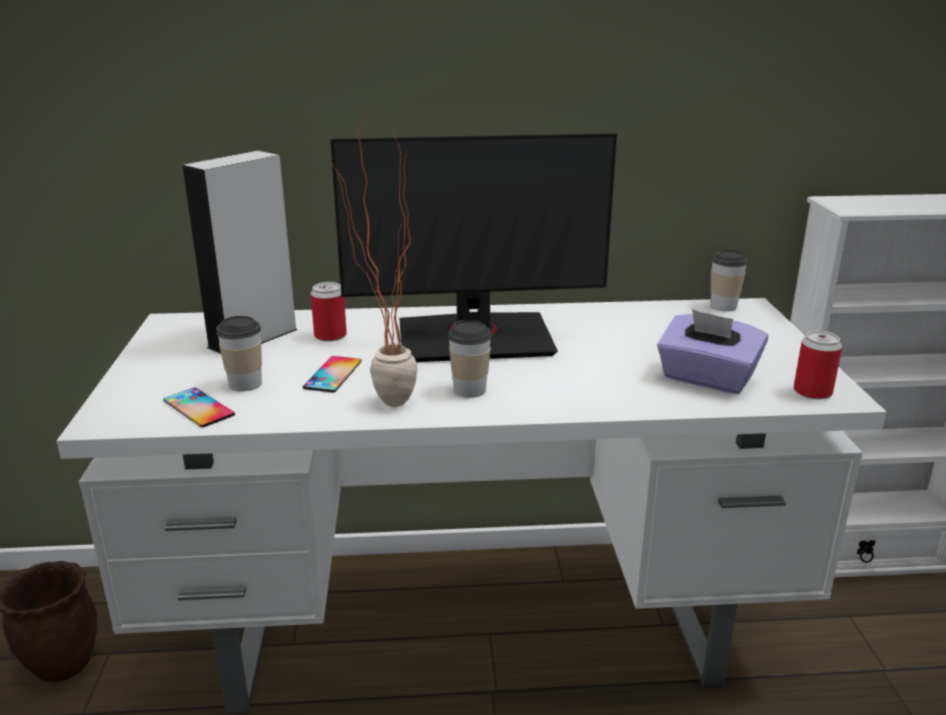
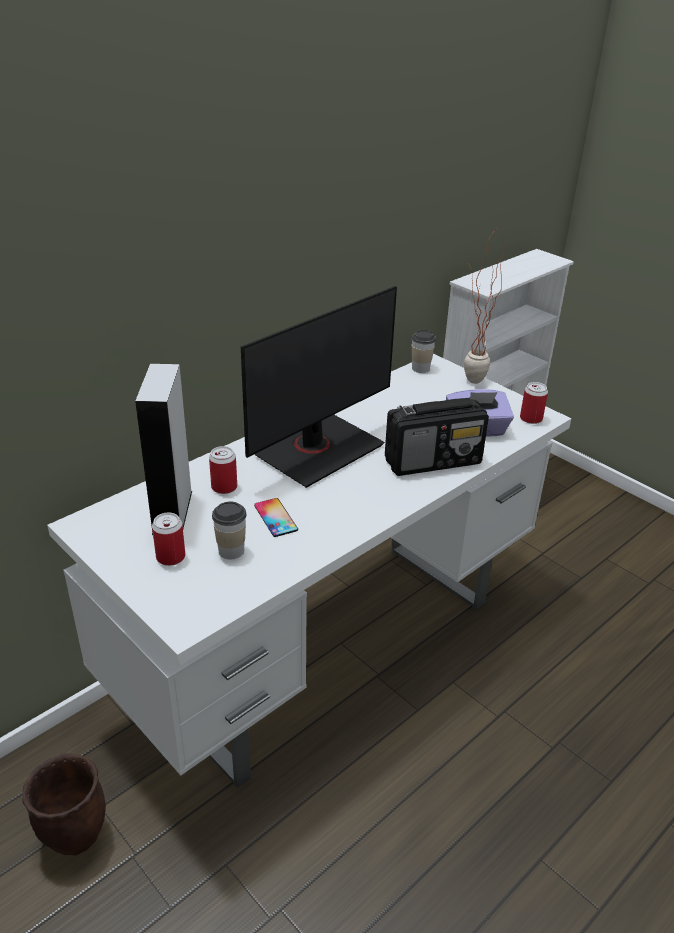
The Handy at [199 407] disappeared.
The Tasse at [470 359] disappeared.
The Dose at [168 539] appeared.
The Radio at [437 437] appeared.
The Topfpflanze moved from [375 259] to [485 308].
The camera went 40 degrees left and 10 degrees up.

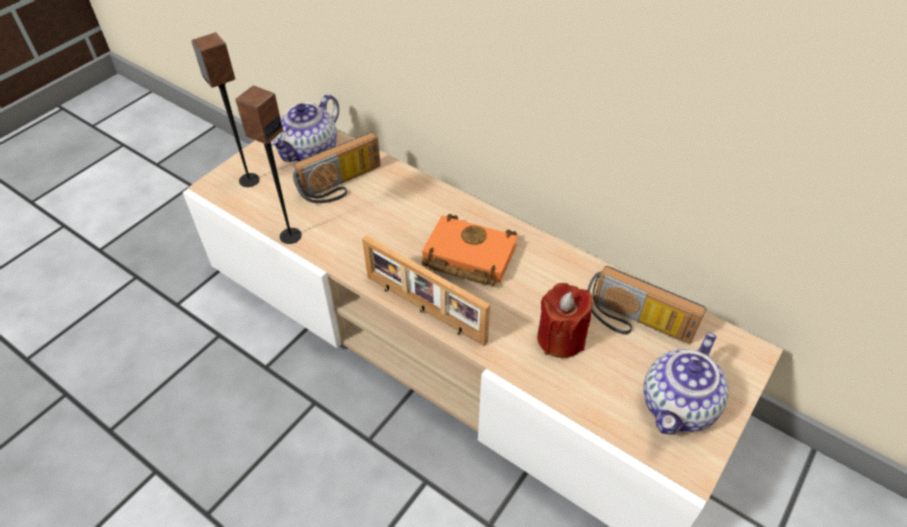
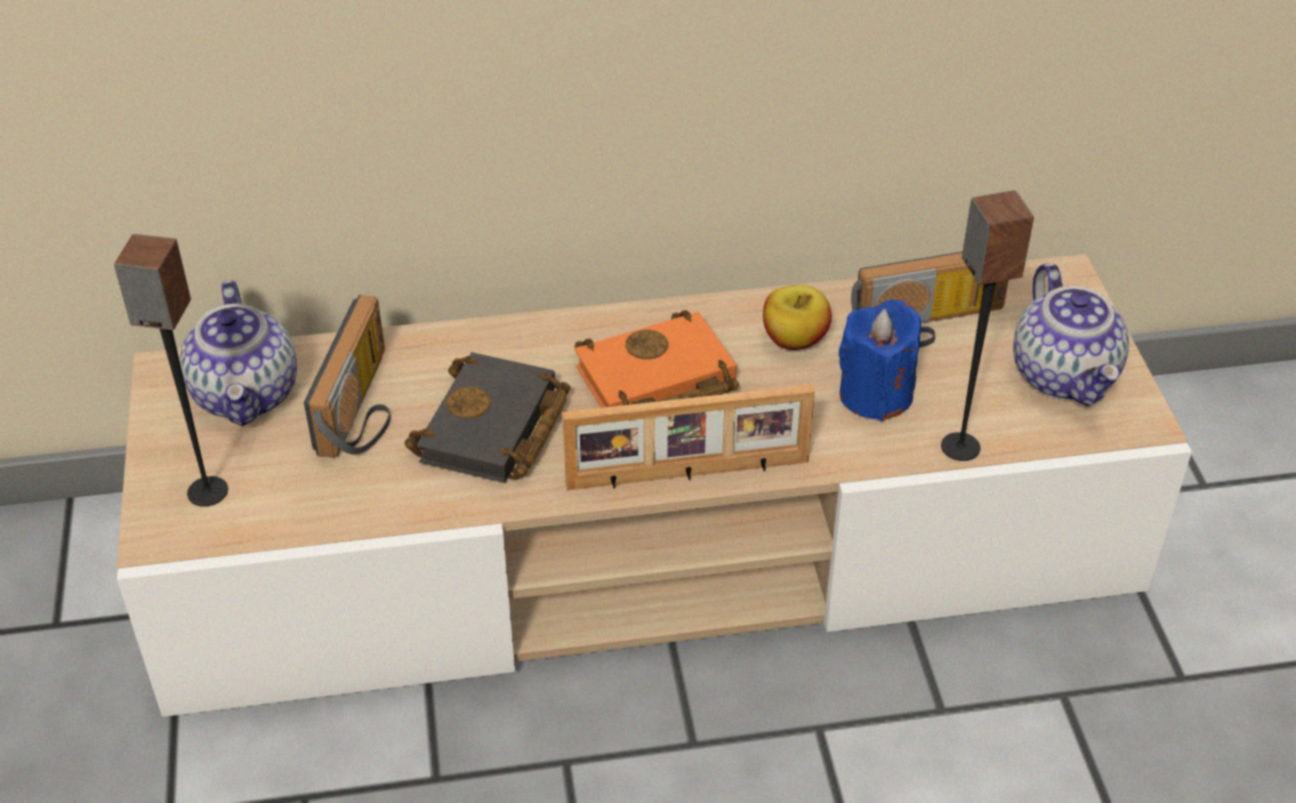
The Buch (schwarz) at [487 417] appeared.
The Apfel at [797 317] appeared.
The Lautsprecher moved from [268 165] to [987 325].
The Kerze (rot) at [565 320] became the Kerze (blau) at [880 360].
The camera went 45 degrees left and 5 degrees down.

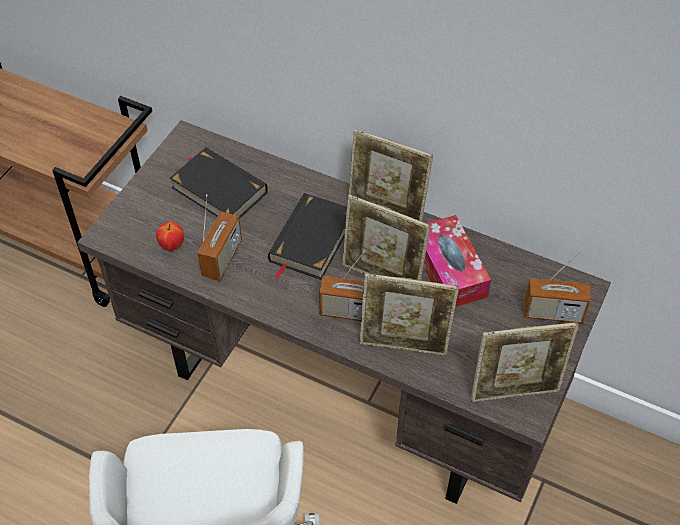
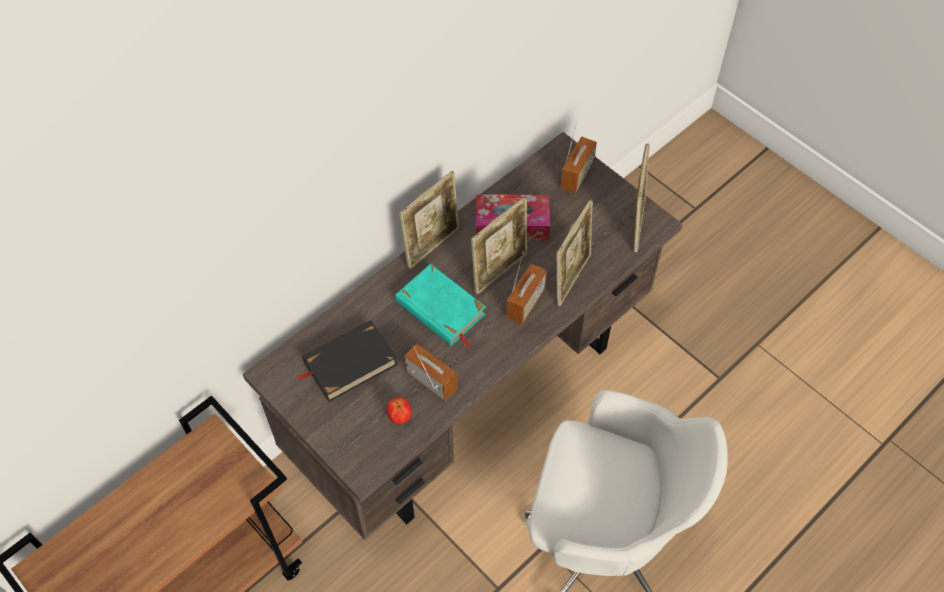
The Buch (schwarz) at [307 236] became the Buch (türkis) at [440 306].
The camera went 70 degrees left and 5 degrees up.

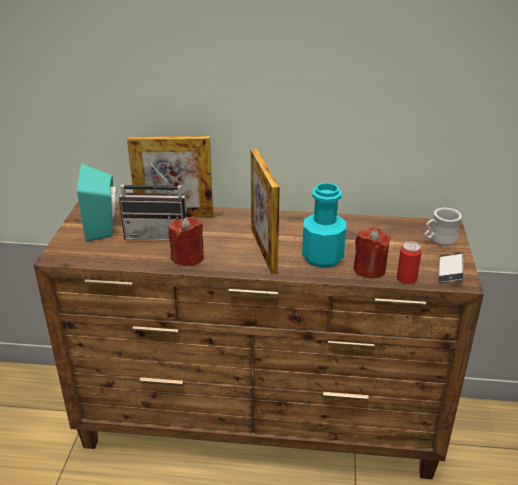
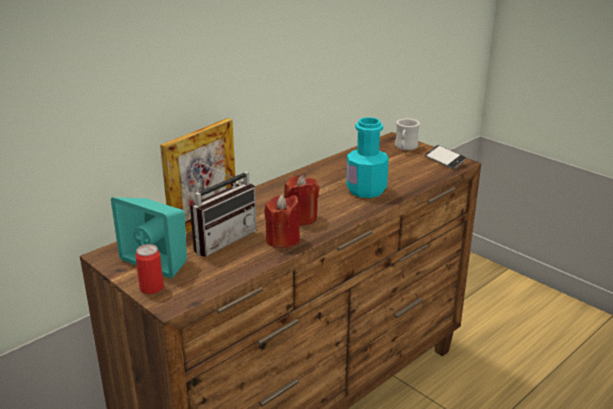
The Bilderrahmen at [265 211] disappeared.
The Kerze (rot) moved from [372 252] to [301 200].
The Dose moved from [409 262] to [150 269].
The camera went 50 degrees left and 5 degrees down.

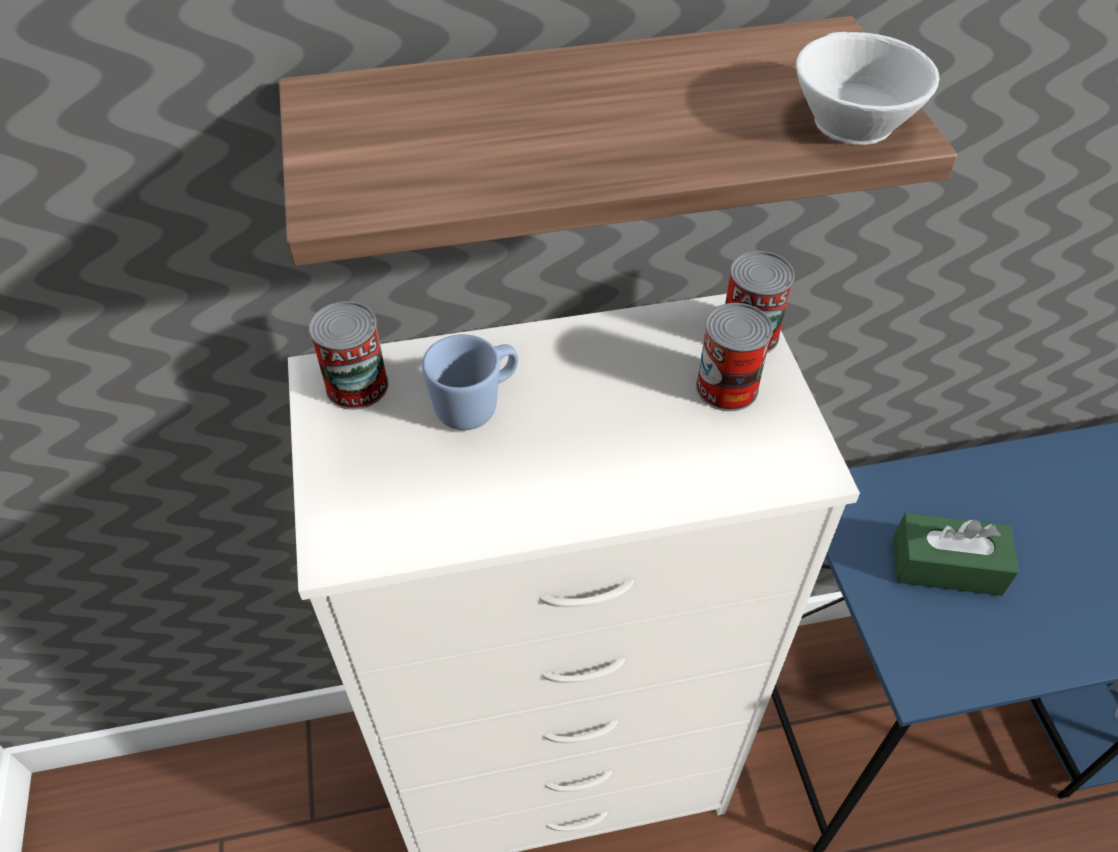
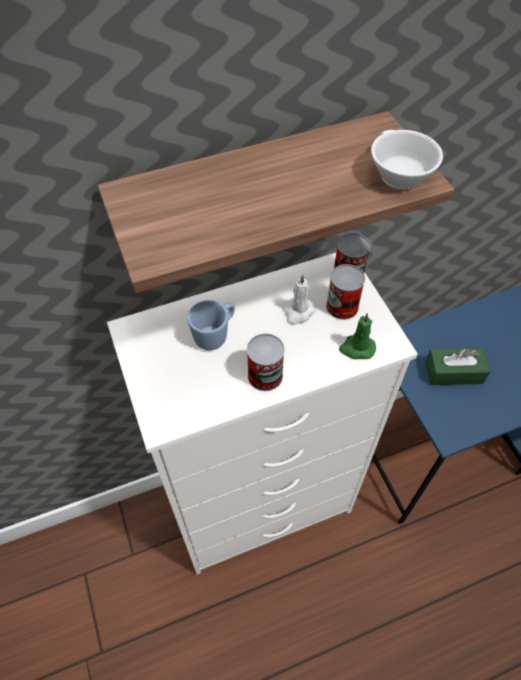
The Kerze (weiß) at [300 299] appeared.
The Kerze (grün) at [357 336] appeared.
The Dose moved from [348 355] to [266 362].
The camera went 10 degrees left and 5 degrees up.

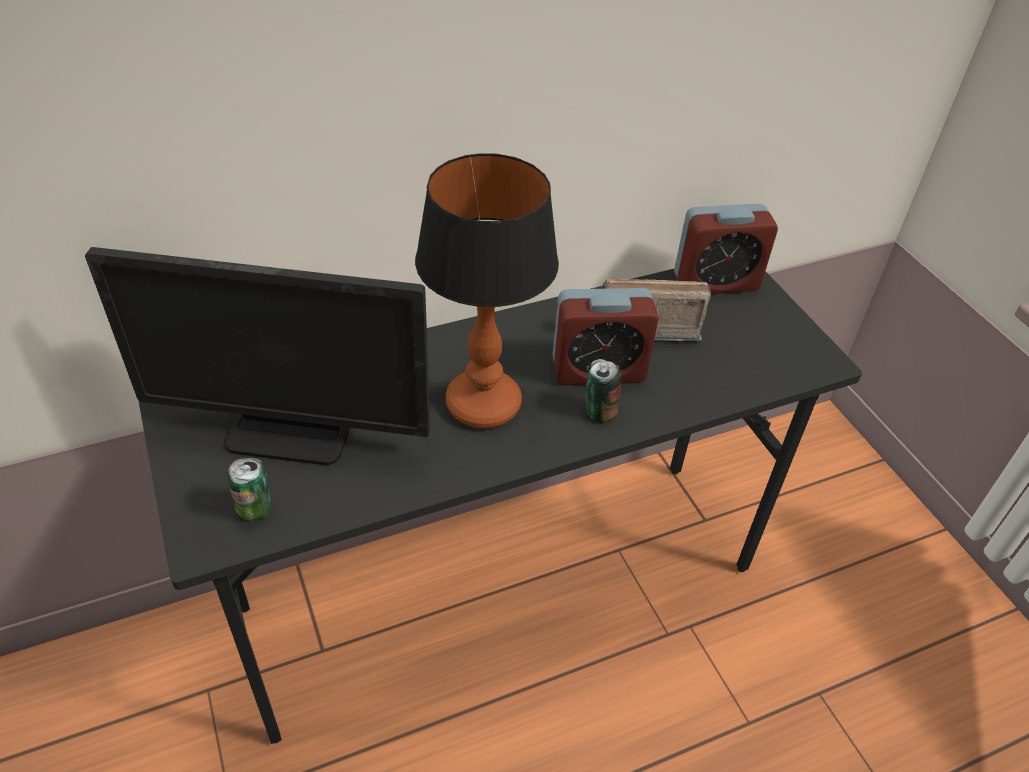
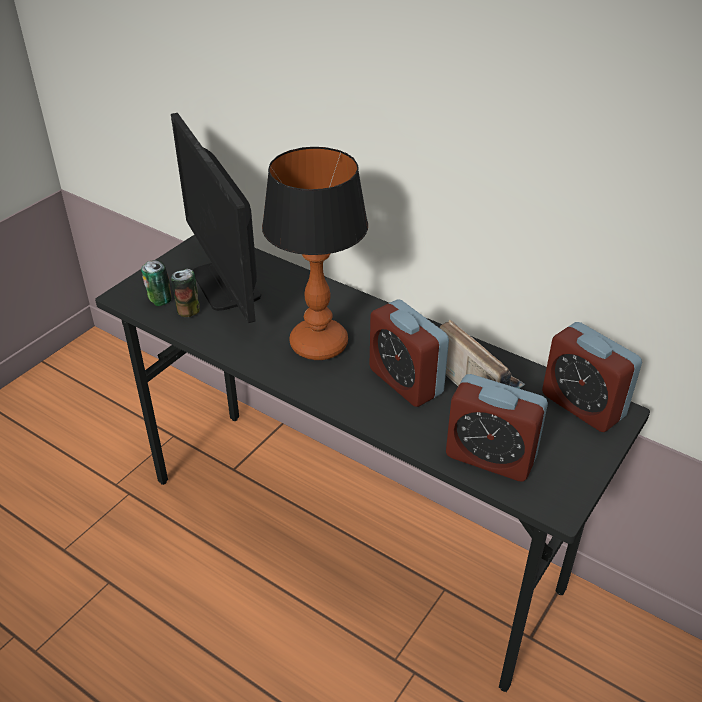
The Wecker at [497 427] appeared.
The Dose moved from [603 391] to [185 293].
The camera went 60 degrees right and 5 degrees down.

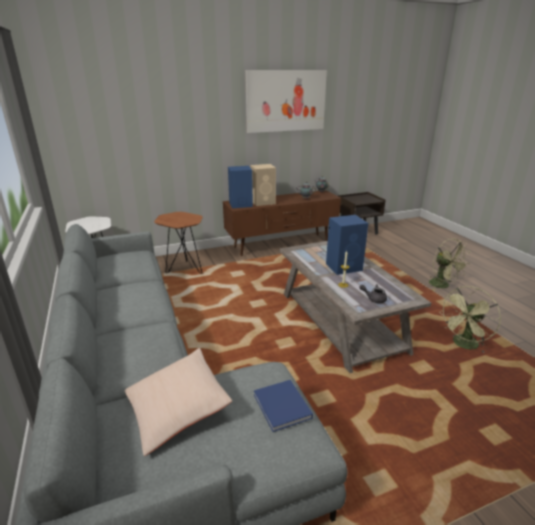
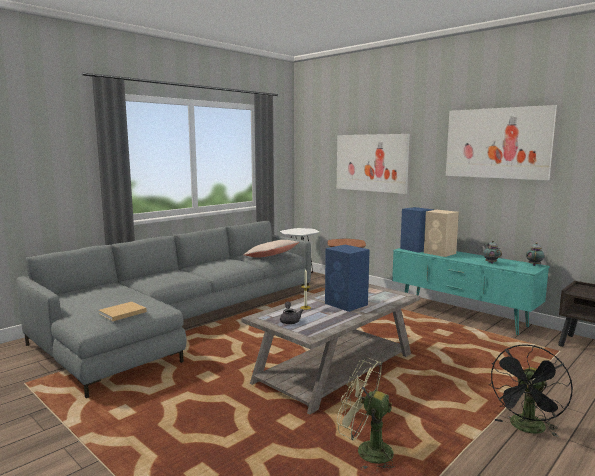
The Bild at [373 164] appeared.
The Kissen (beige) moved from [178 402] to [271 249].
The Fernsehschrank (braun) at [281 223] became the Fernsehschrank (türkis) at [471 291].
The Buch (blau) at [283 406] became the Buch (beige) at [123 311].
The Ventilator (grün) at [450 264] became the Ventilator (schwarz) at [531 390].
The camera went 65 degrees right and 15 degrees down.

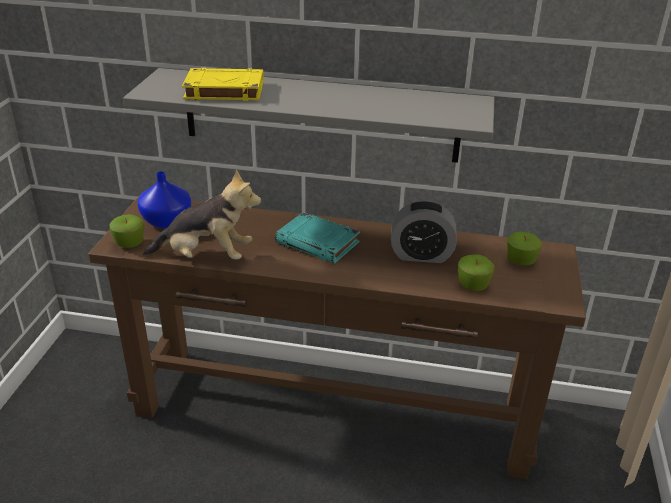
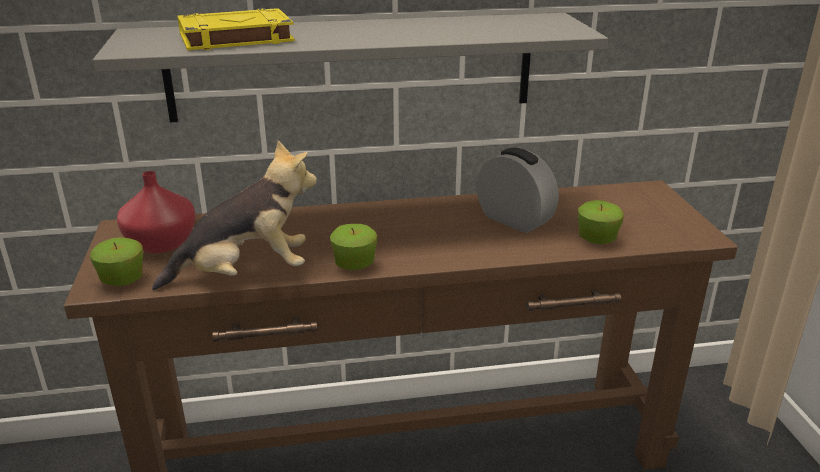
The Buch (türkis) at [317 238] disappeared.
The Apfel moved from [524 248] to [353 247].
The Vase (blau) at [164 200] became the Vase (rot) at [156 212].
The Wecker at [424 232] turned 120 degrees counterclockwise.
The camera went 20 degrees left and 5 degrees down.

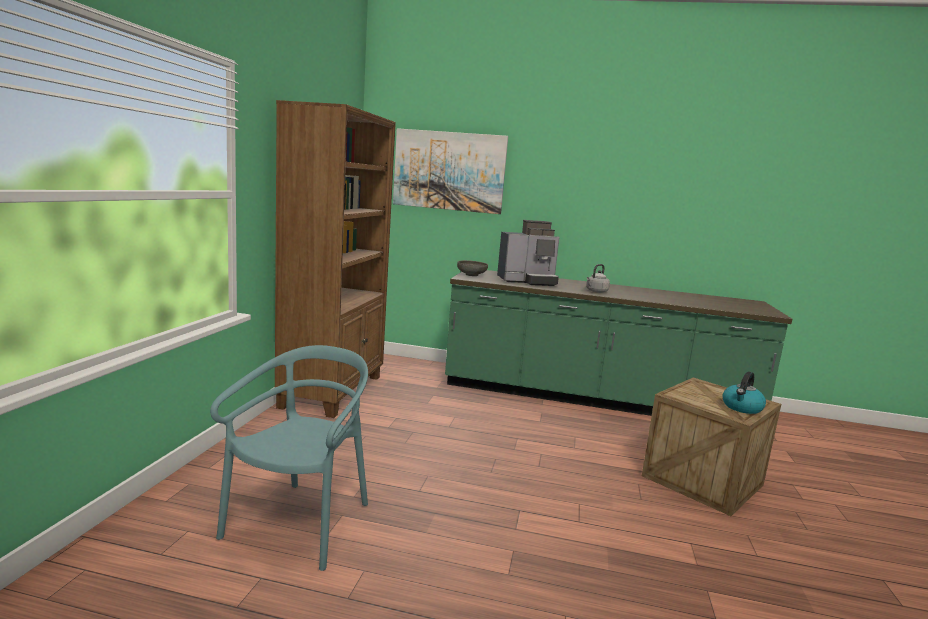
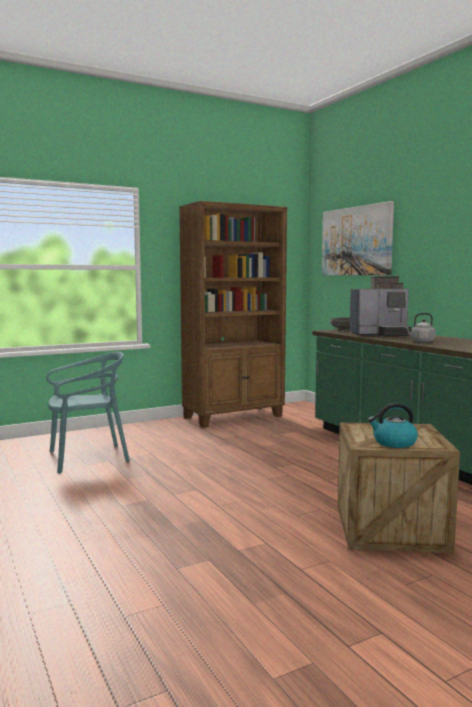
The Kaffeemaschine at [528 253] turned 45 degrees counterclockwise.
The camera went 50 degrees right and 5 degrees down.

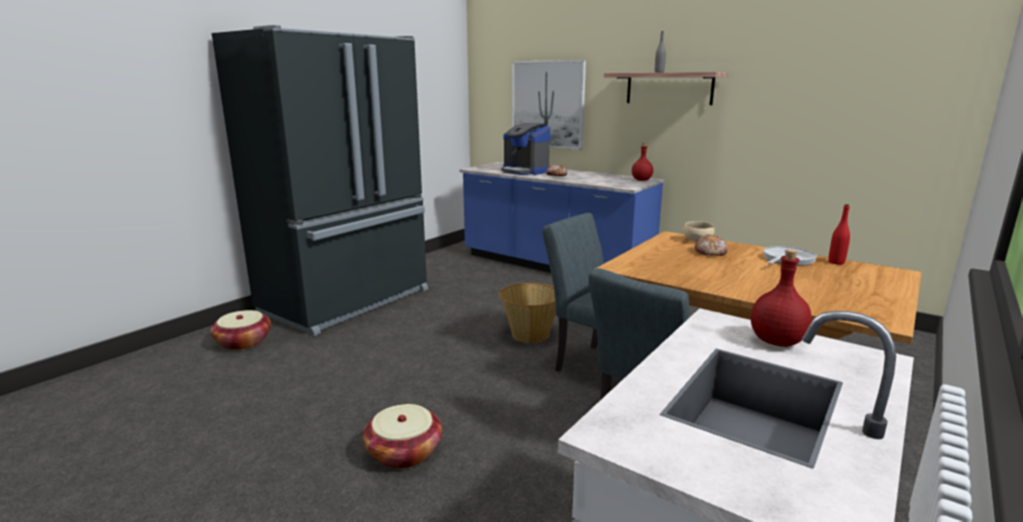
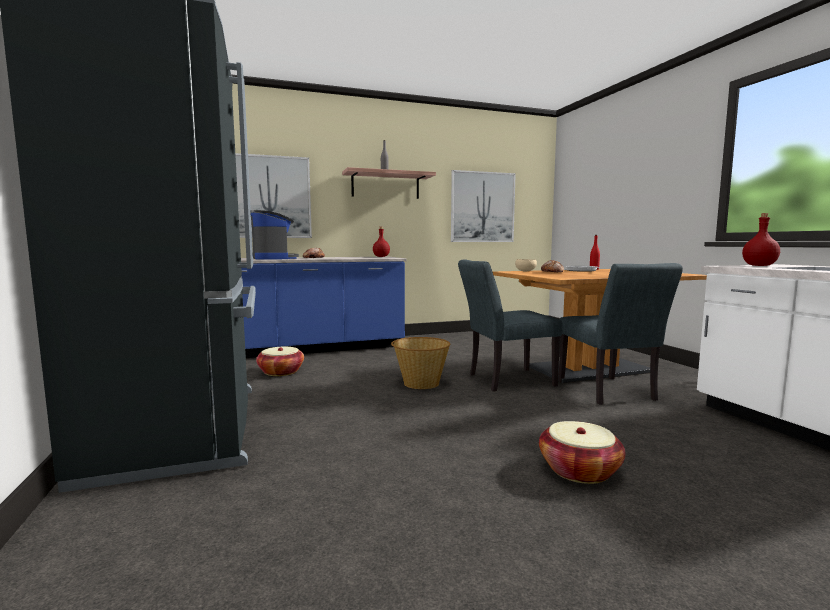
The Bild at [483 206] appeared.
The Korb moved from [241 330] to [280 361].
The Kaffeemaschine at [525 149] turned 105 degrees counterclockwise.
The camera went 55 degrees left and 10 degrees down.

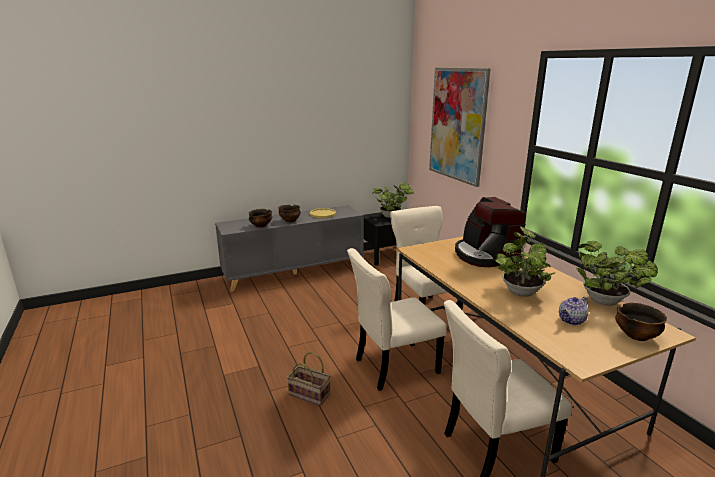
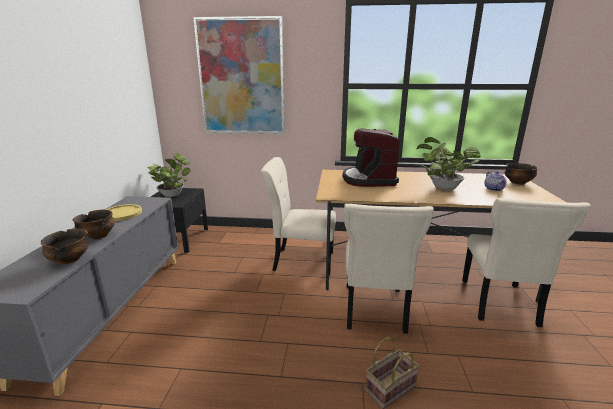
The Topfpflanze at [617 273] disappeared.
The Kaffeemaschine at [490 232] turned 75 degrees clockwise.
The camera went 60 degrees left and 0 degrees up.

